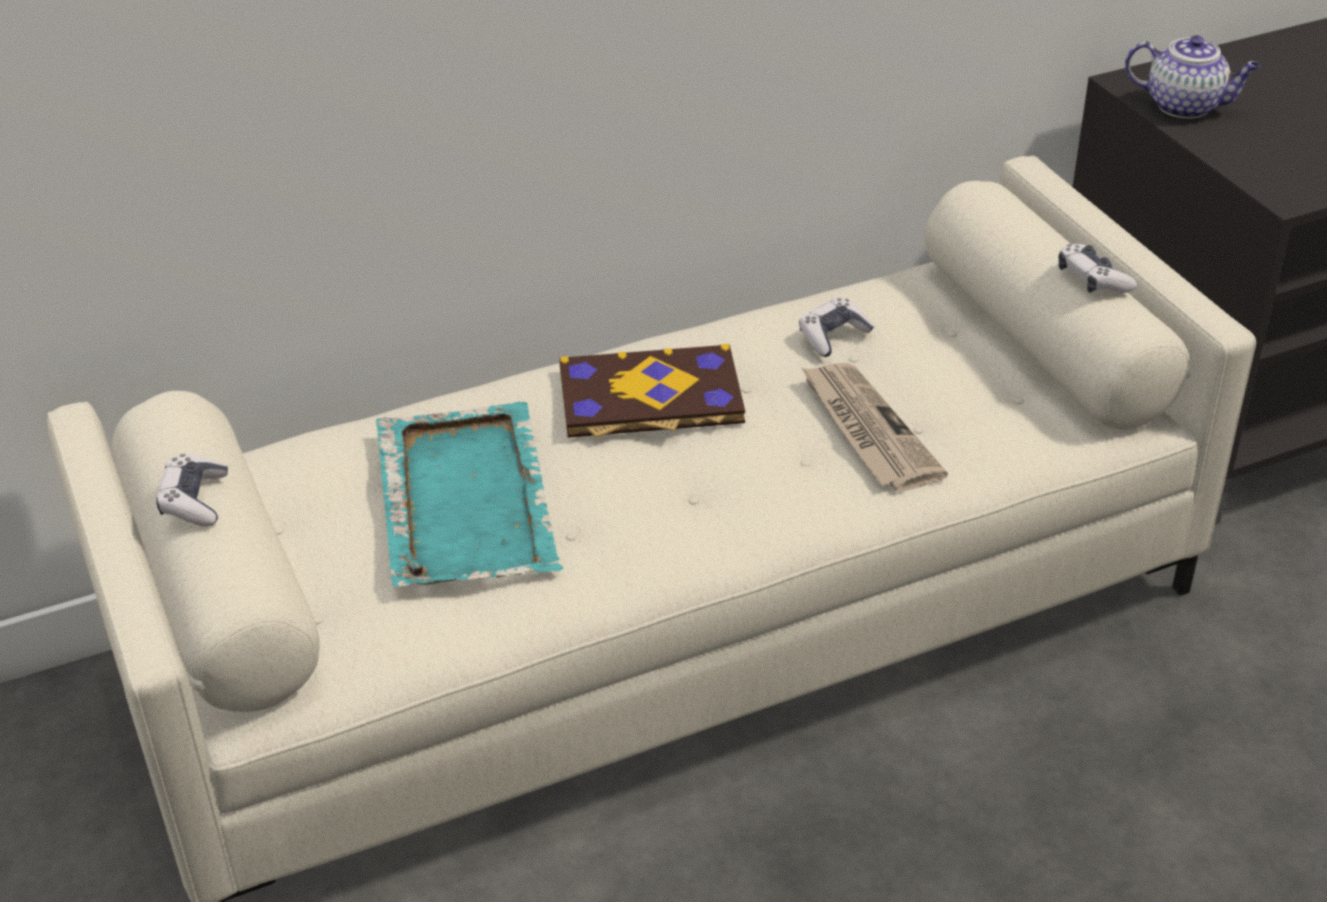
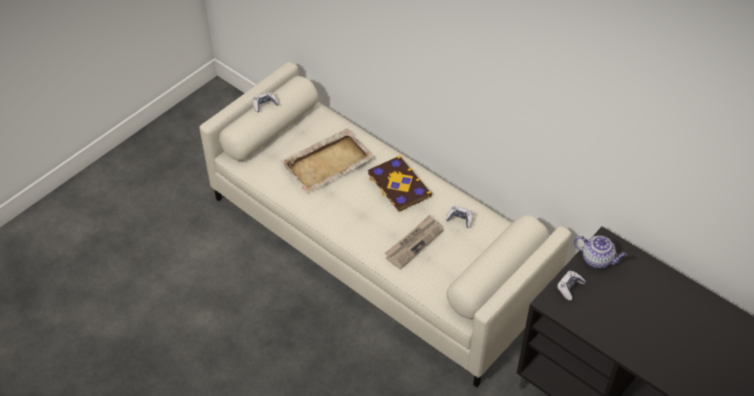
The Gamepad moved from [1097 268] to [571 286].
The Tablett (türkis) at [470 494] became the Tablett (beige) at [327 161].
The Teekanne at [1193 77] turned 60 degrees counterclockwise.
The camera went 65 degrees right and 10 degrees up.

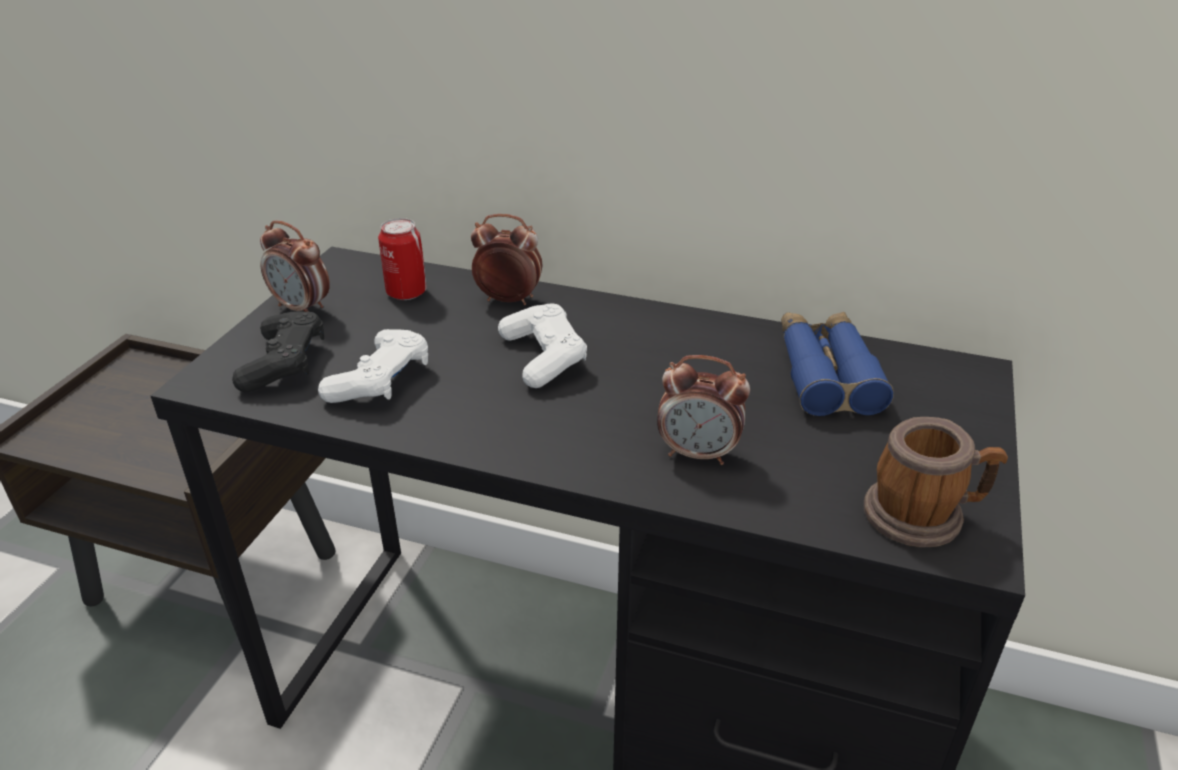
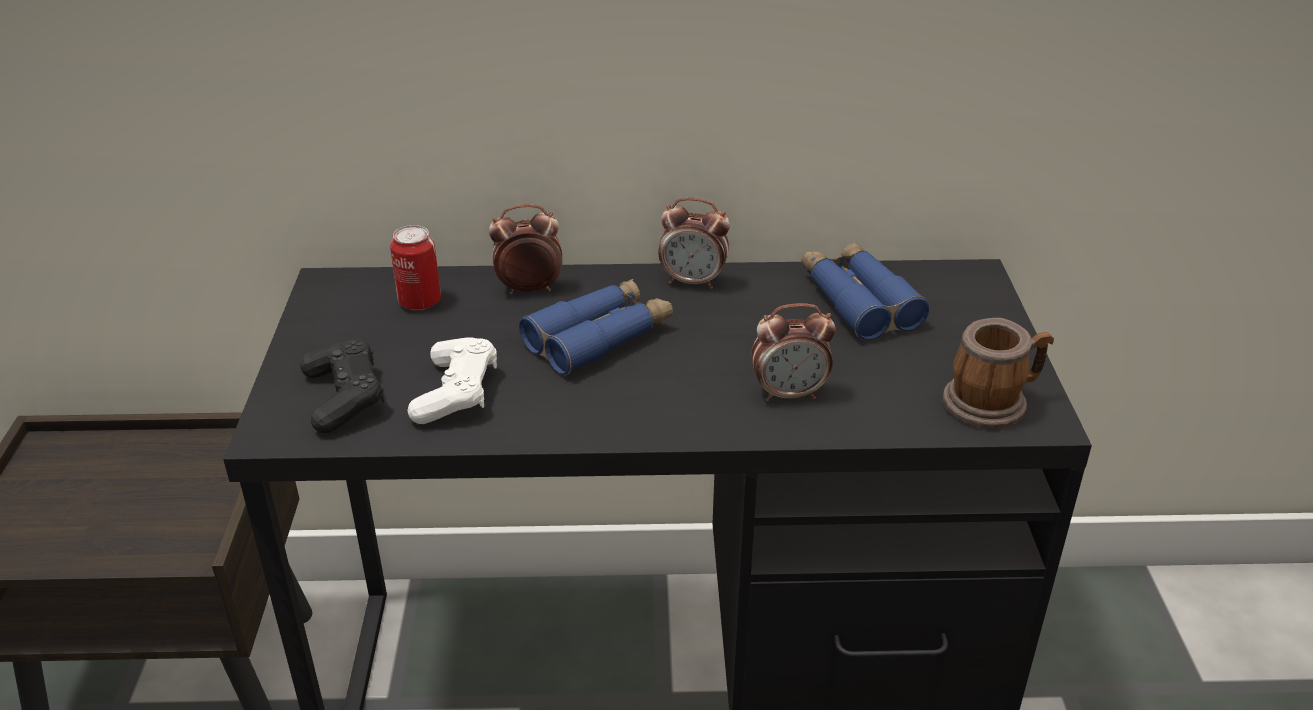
The Wecker moved from [295 266] to [694 243].
The Gamepad (weiß) at [542 346] was replaced by the Fernglas (blau) at [596 327].
The camera went 20 degrees left and 0 degrees up.

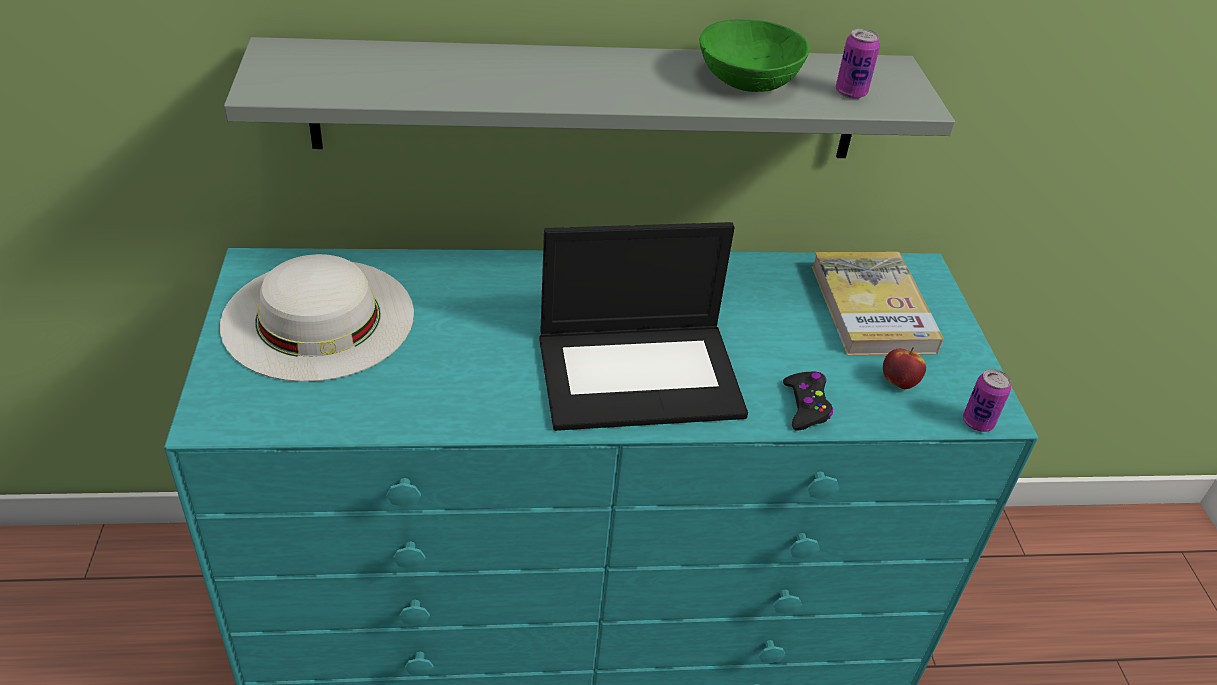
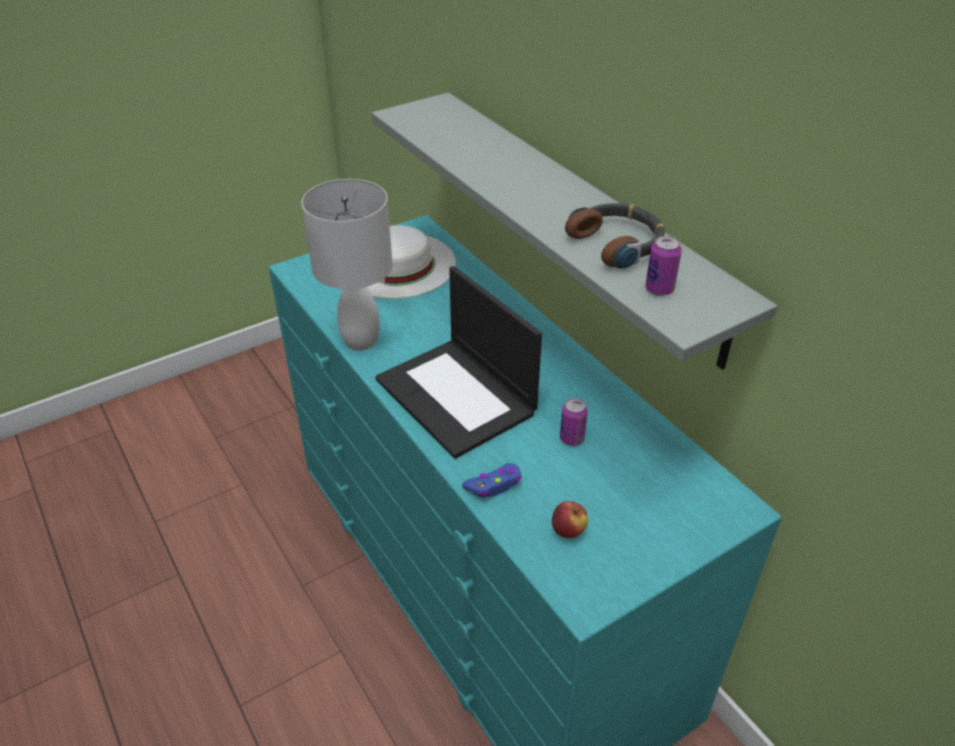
The Buch at [878 304] disappeared.
The Tischlampe (weiß) at [347 265] appeared.
The Dose moved from [987 400] to [574 422].
The Schüssel (grün) at [755 55] was replaced by the Kopfhörer at [615 236].
The Gamepad (schwarz) at [808 401] became the Gamepad (blau) at [492 480].
The camera went 65 degrees right and 0 degrees up.

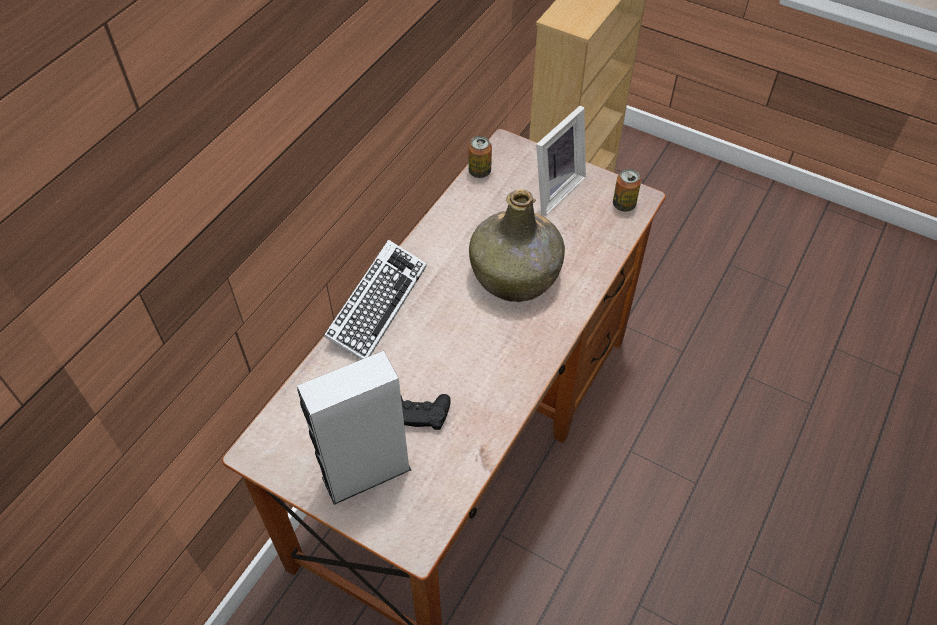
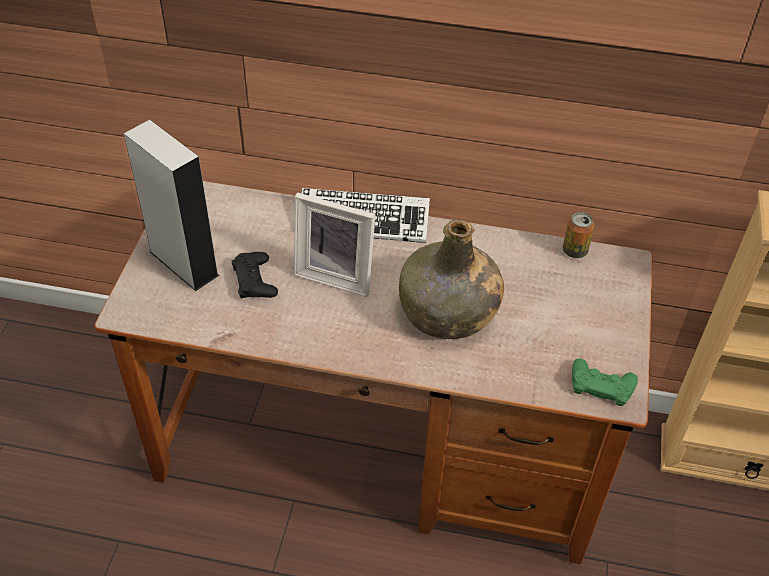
The Bilderrahmen moved from [561 161] to [335 244].
The Dose at [627 190] was replaced by the Gamepad (grün) at [605 382].
The camera went 70 degrees right and 5 degrees down.

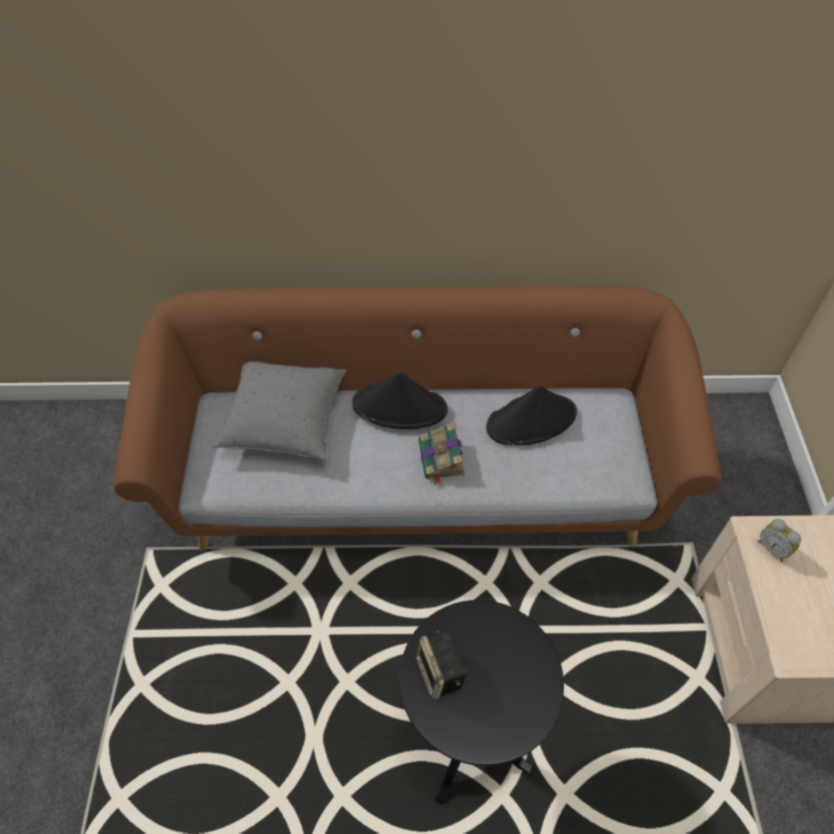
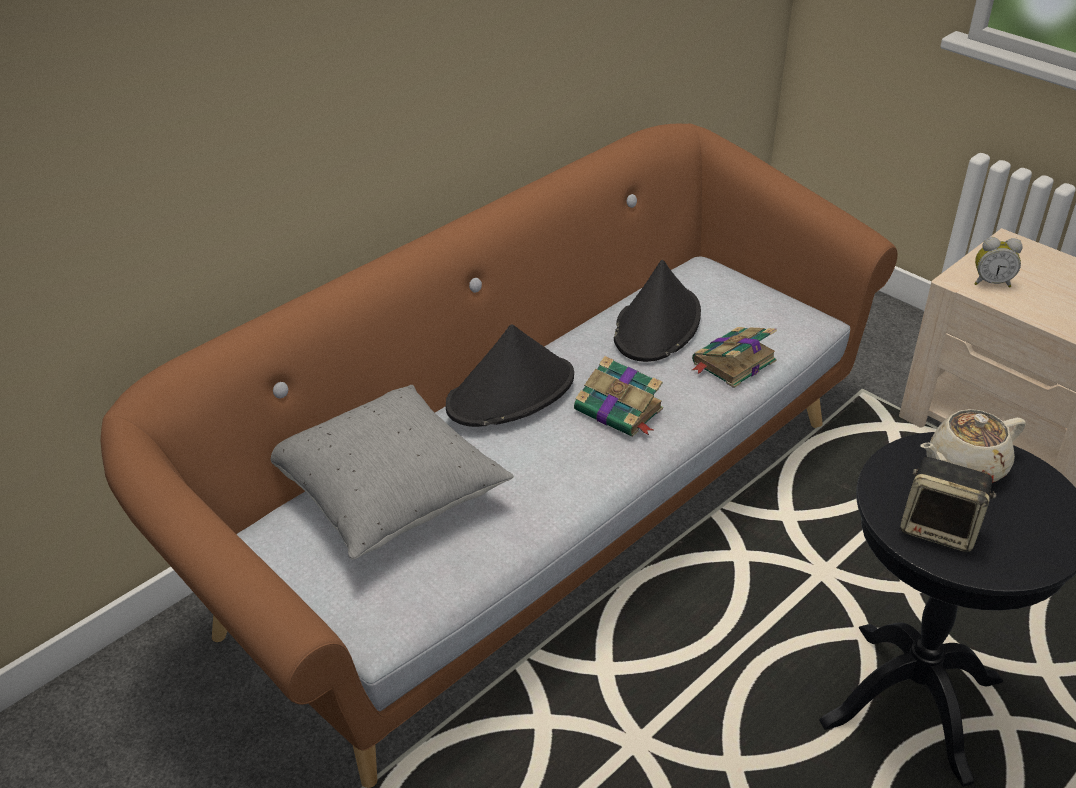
The Buch at [734 357] appeared.
The Teekanne (beige) at [973 446] appeared.
The camera went 45 degrees left and 15 degrees down.

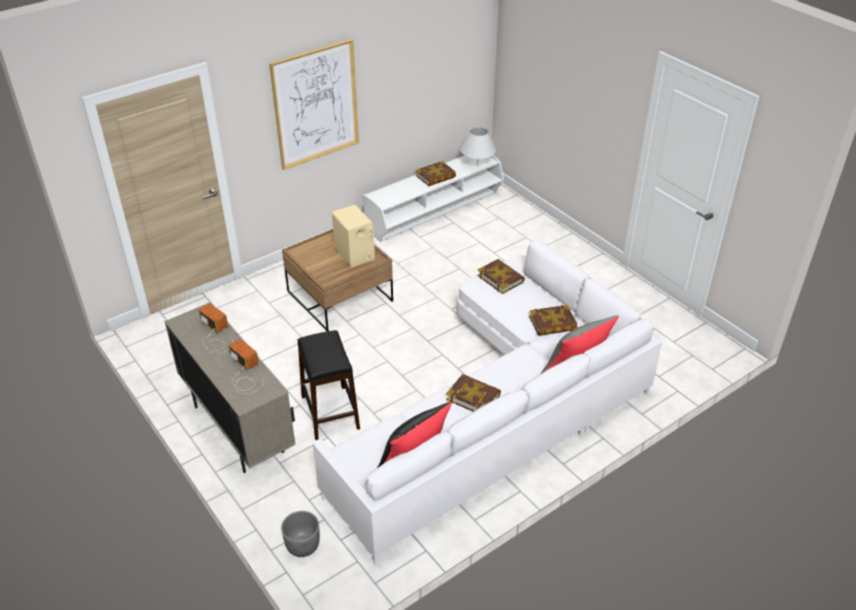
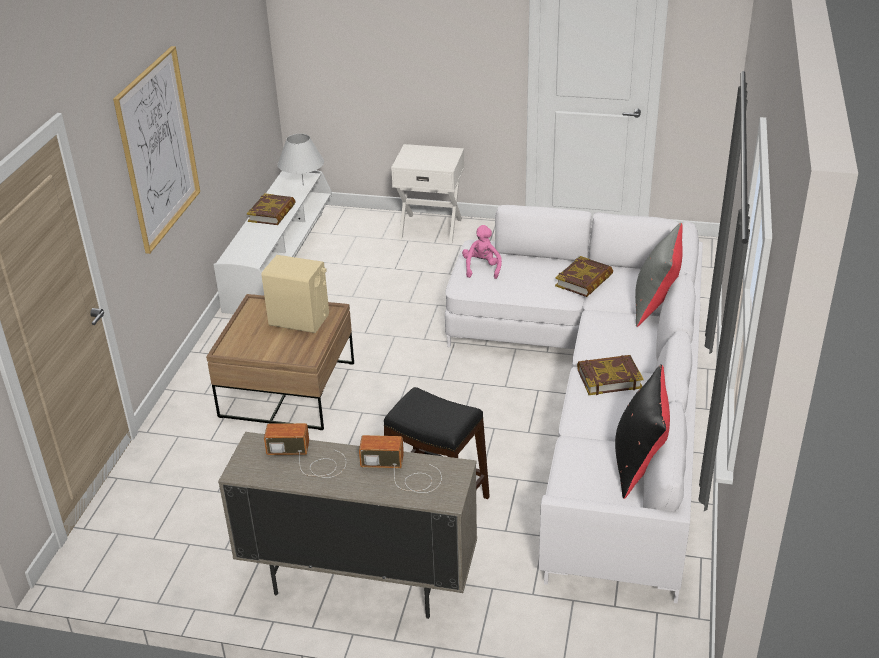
The Pflanzkübel (grau) at [300 534] disappeared.
The Nachttisch (weiß) at [427 194] appeared.
The Buch at [501 276] was replaced by the Plüschtier (rosa) at [482 252].
The camera went 40 degrees left and 5 degrees down.

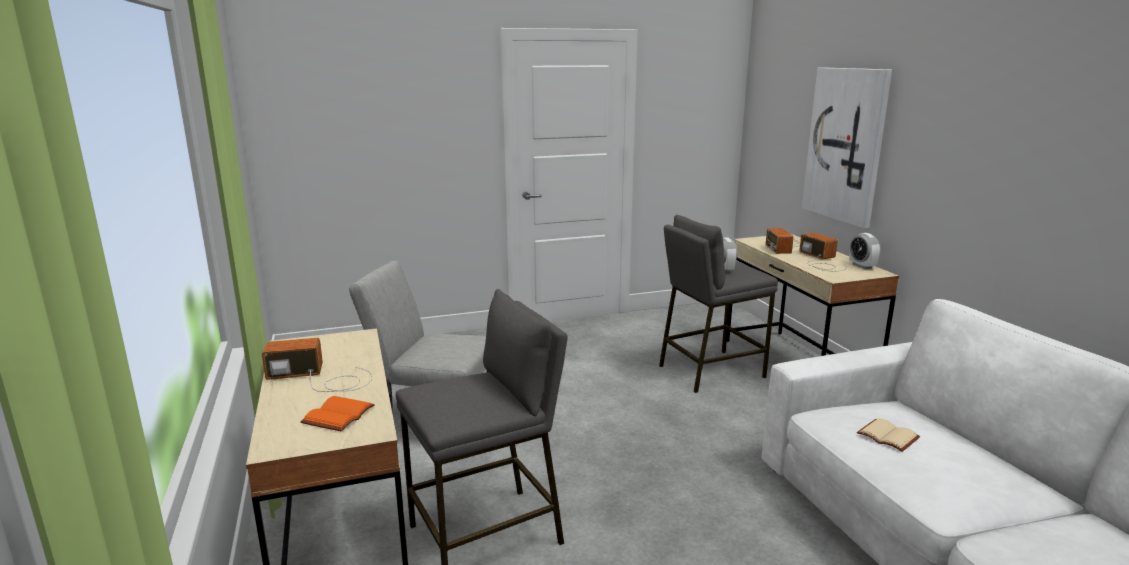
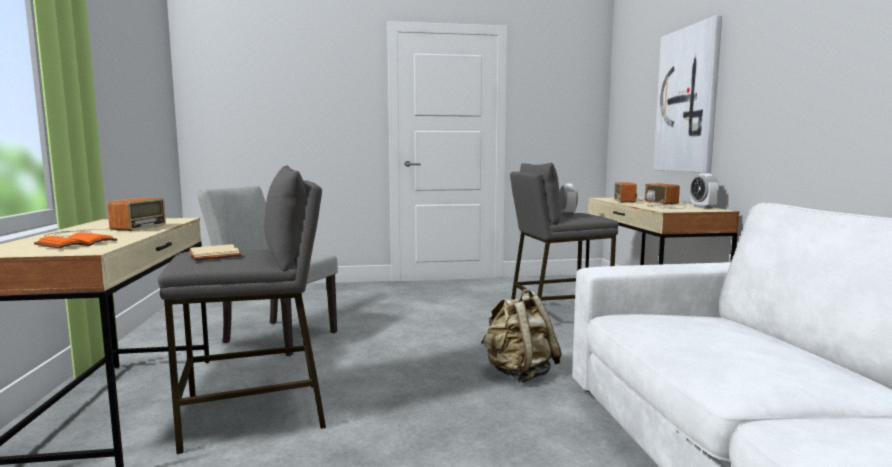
The Rucksack (beige) at [521 336] appeared.
The Buch (beige) moved from [888 435] to [215 252].
The Radio at [317 365] turned 105 degrees clockwise.
The camera went 10 degrees right and 10 degrees down.

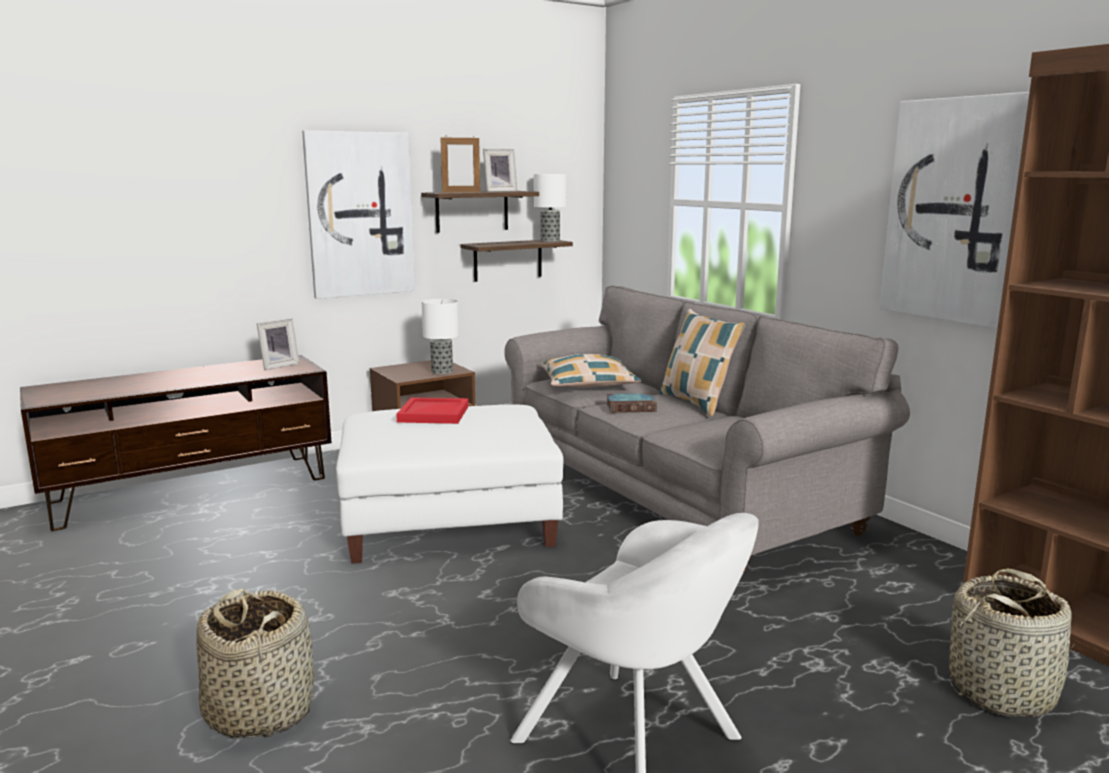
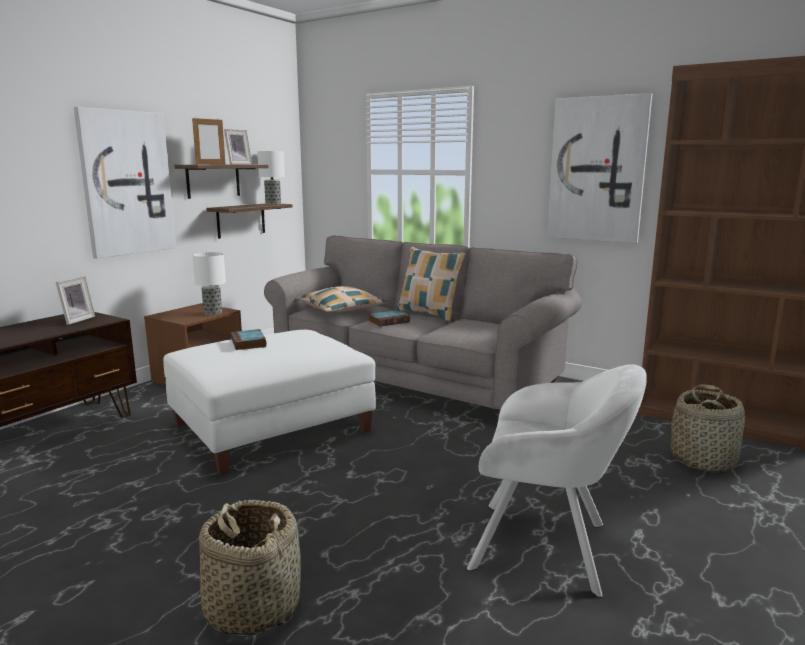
The Tablett (rot) at [432 410] was replaced by the Buch at [249 339].
The camera went 25 degrees left and 0 degrees up.

